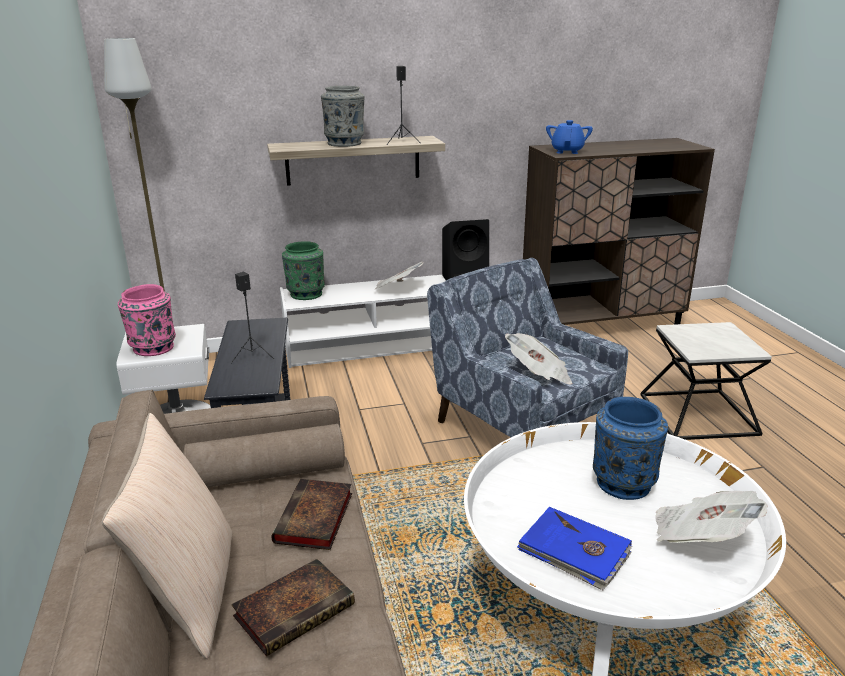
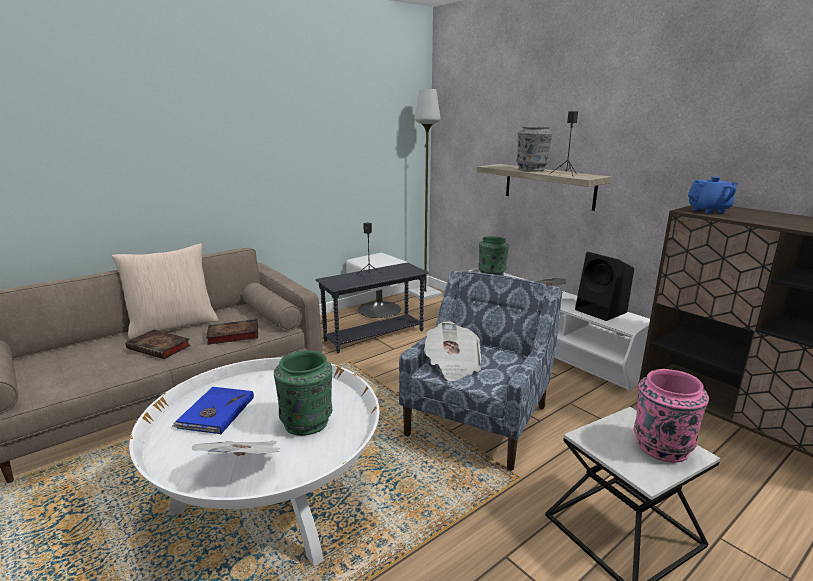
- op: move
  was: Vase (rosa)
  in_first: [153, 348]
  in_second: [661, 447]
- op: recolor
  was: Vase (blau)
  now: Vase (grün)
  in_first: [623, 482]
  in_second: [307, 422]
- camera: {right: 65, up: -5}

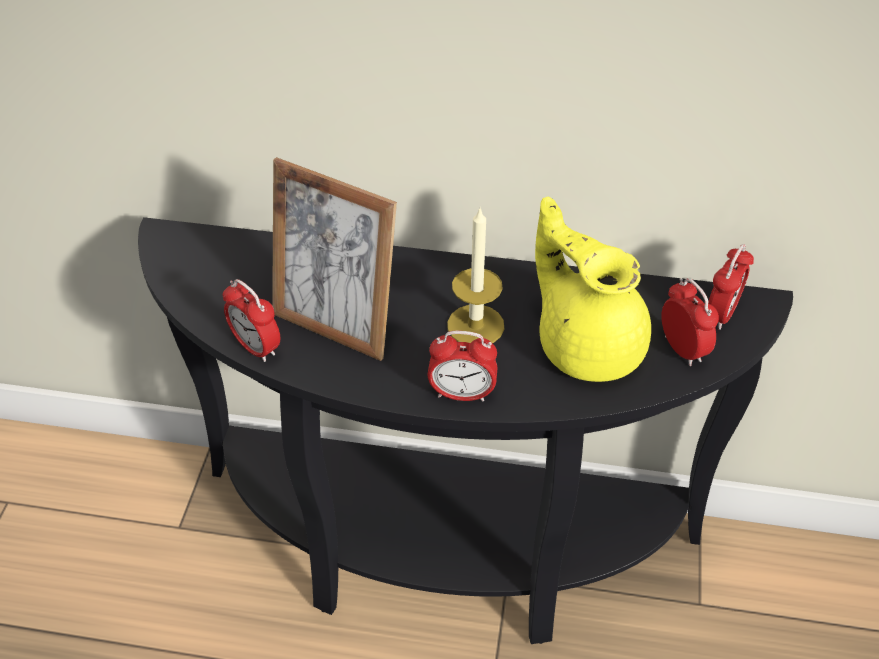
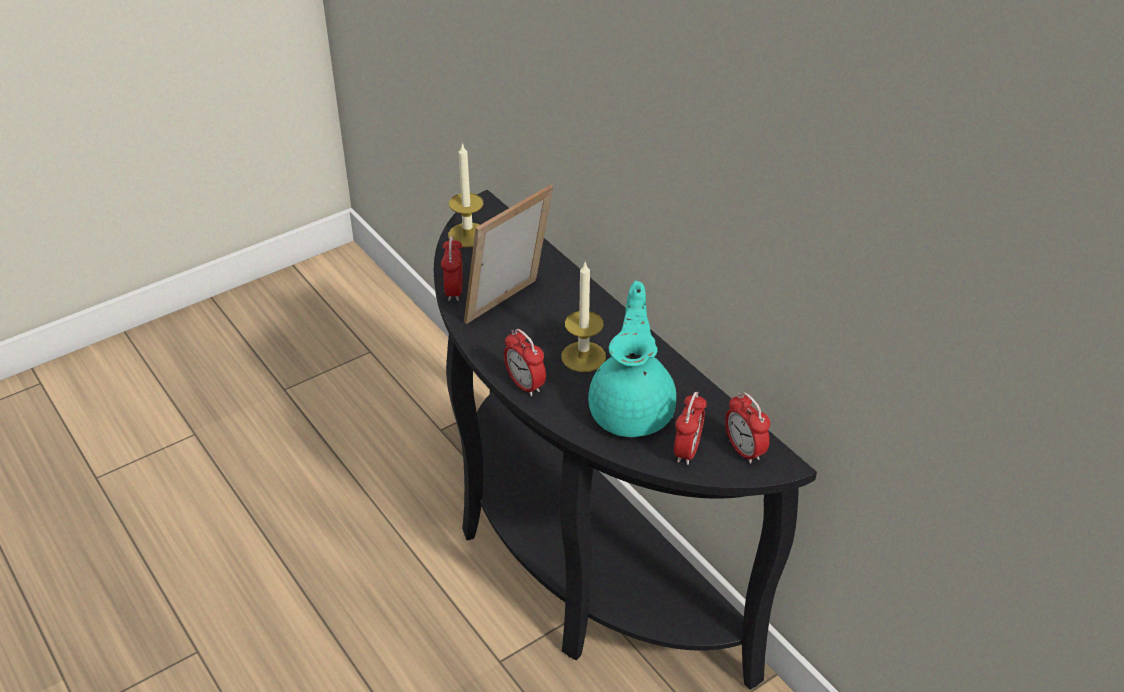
- op: insert
  now: Kerze
  in_second: [468, 235]
- op: recolor
  was: Teekanne (gelb)
  now: Teekanne (türkis)
  in_first: [587, 345]
  in_second: [633, 409]
- op: rotate
  was: Bilderrahmen
  in_first: [336, 325]
  in_second: [509, 307]
  clockwise: 60
- op: rotate
  was: Wecker
  in_first: [721, 314]
  in_second: [744, 450]
  clockwise: 75
- camera: {right: 45, up: -5}

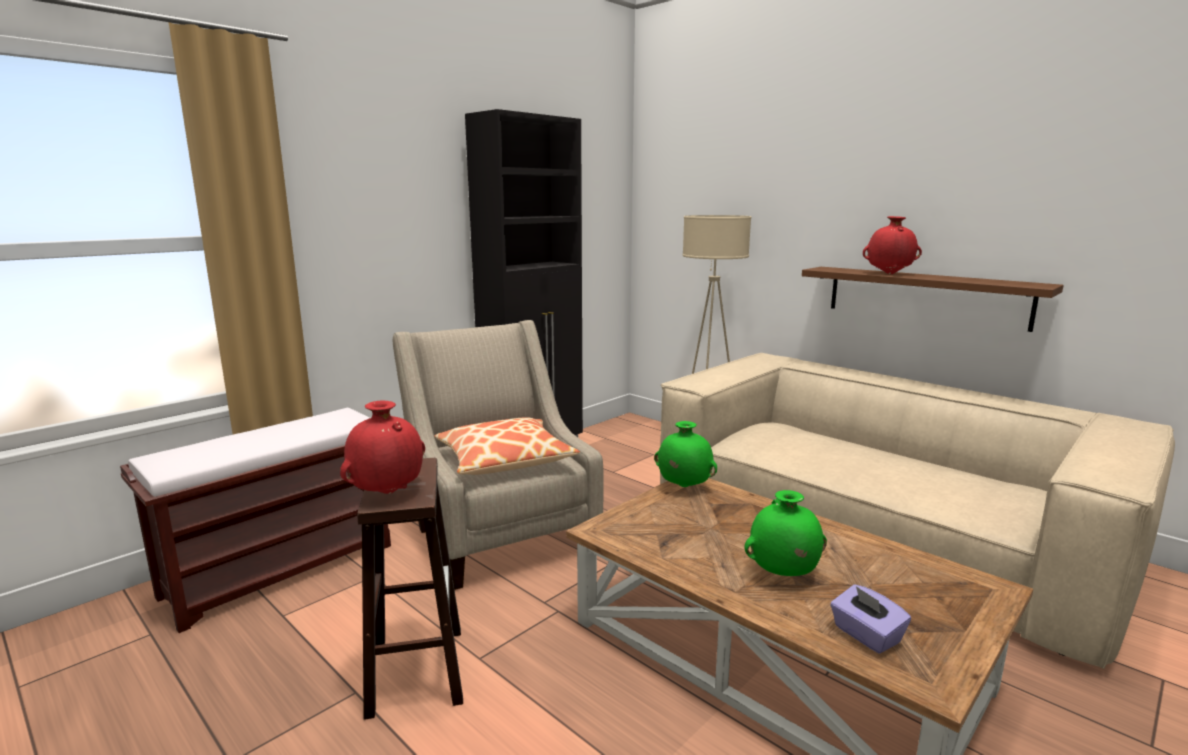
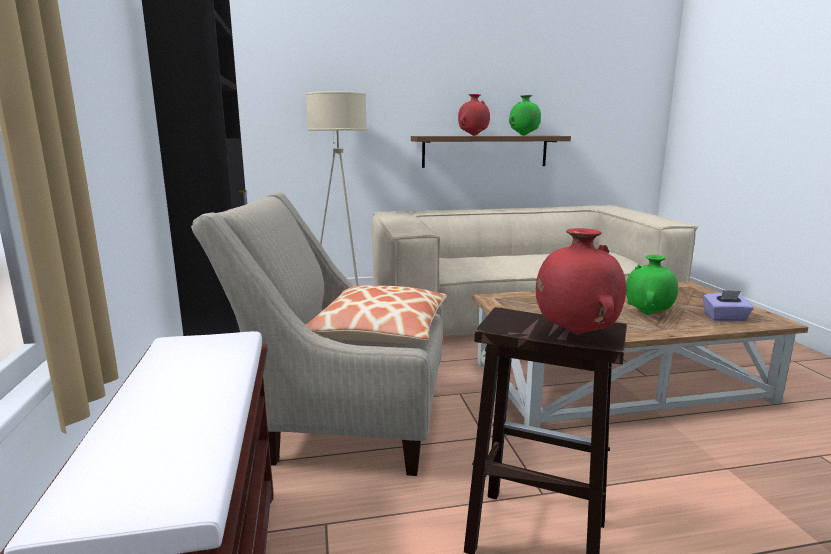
- op: move
  was: Vase (grün)
  in_first: [683, 486]
  in_second: [524, 135]
- camera: {right: -55, up: 0}

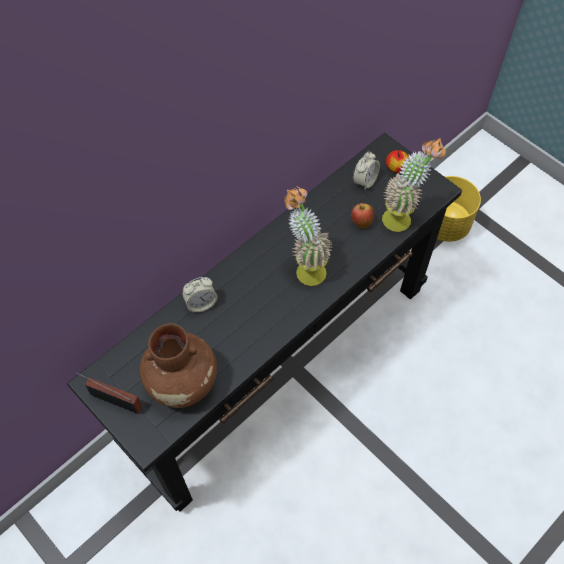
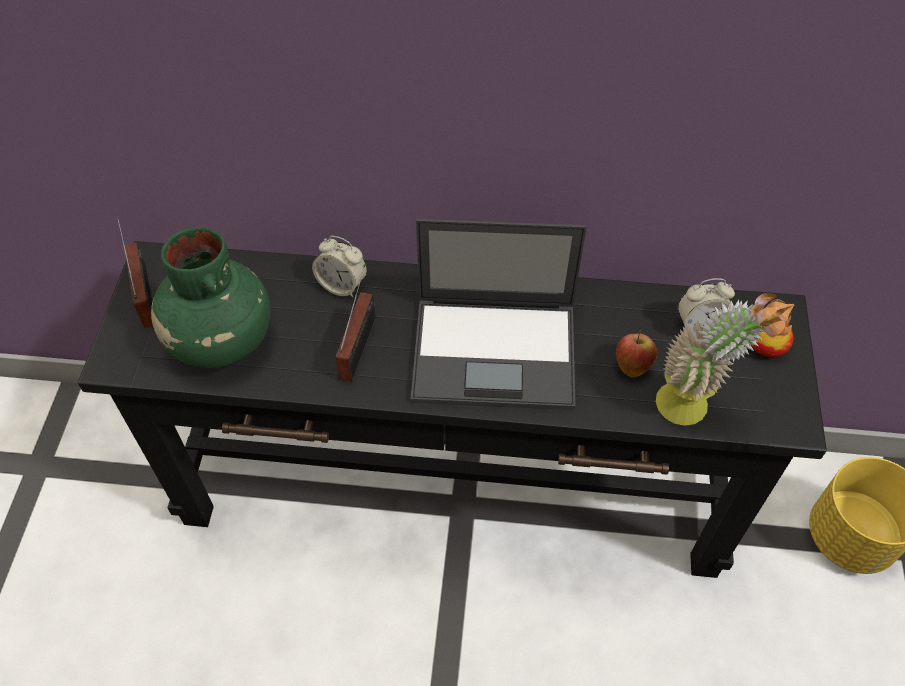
- op: insert
  now: Radio
  in_second: [360, 345]
- op: replace
  was: Topfpflanze
  now: Laptop
  in_first: [305, 268]
  in_second: [496, 352]
- op: recolor
  was: Vase (braun)
  now: Vase (grün)
  in_first: [183, 382]
  in_second: [221, 341]
- camera: {right: 50, up: -5}

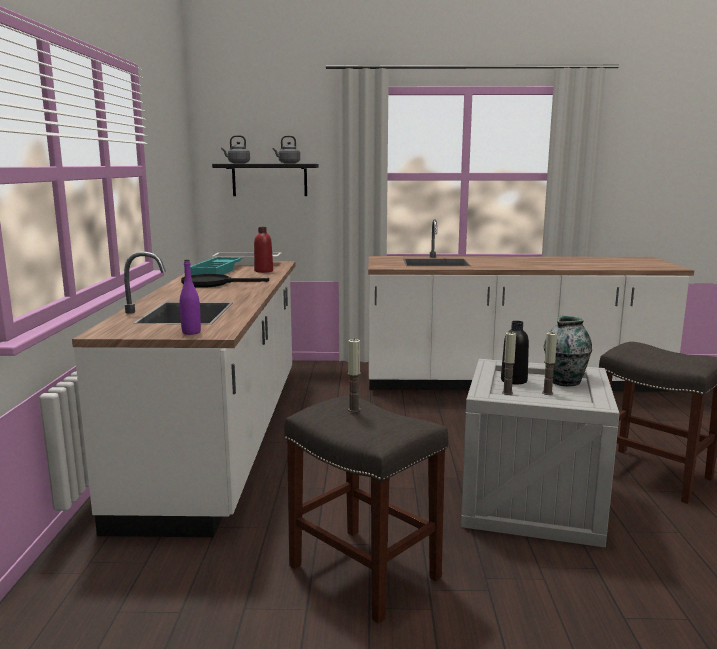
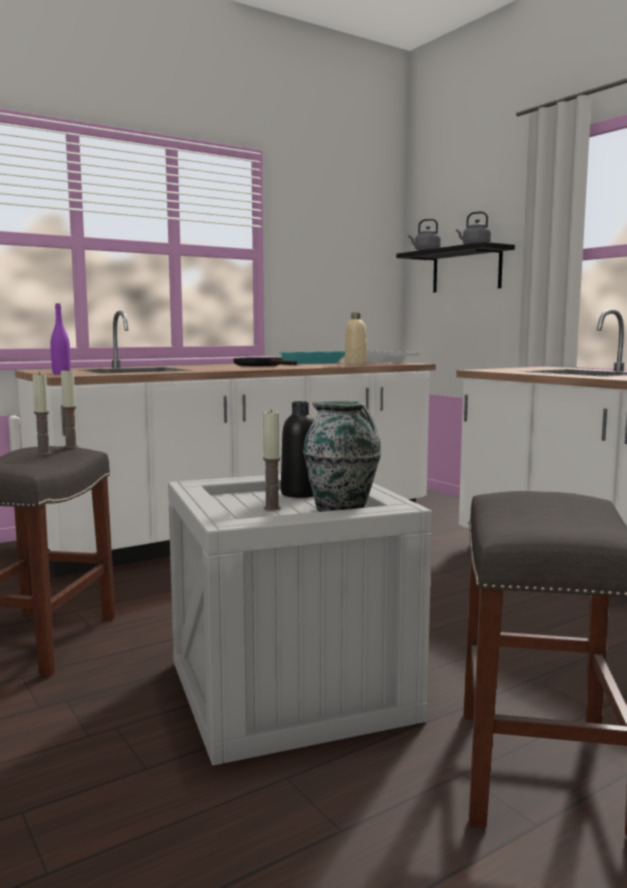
- op: move
  was: Kerze
  in_first: [507, 393]
  in_second: [71, 446]
- op: recolor
  was: Flasche (rot)
  now: Flasche (beige)
  in_first: [263, 271]
  in_second: [355, 364]
- camera: {right: 55, up: -5}

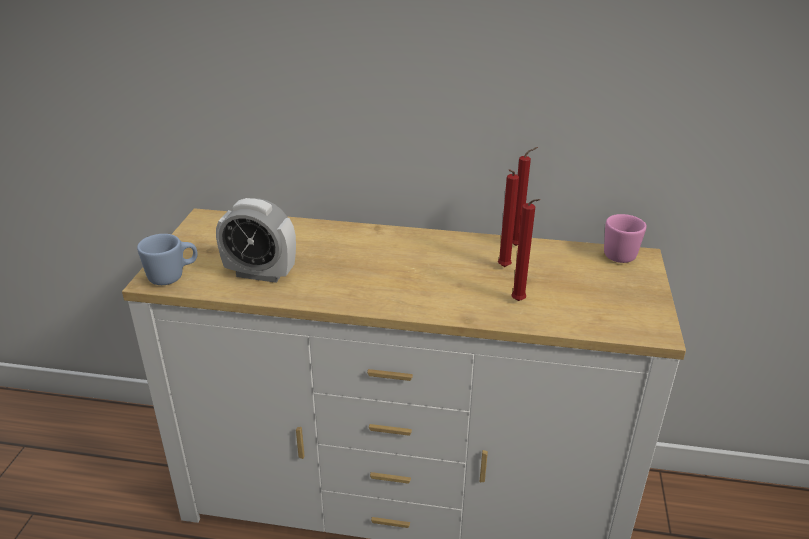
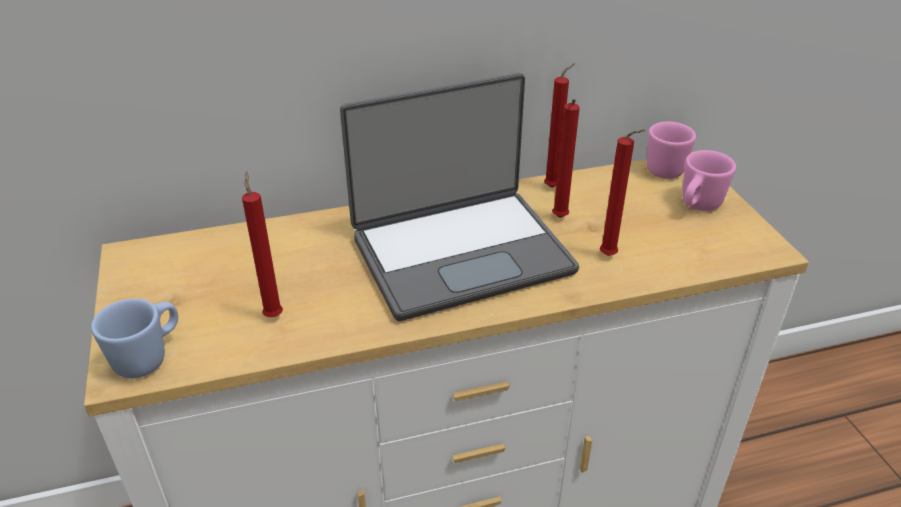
- op: insert
  now: Laptop
  in_second: [460, 252]
- op: insert
  now: Henkelbecher (rosa)
  in_second: [697, 206]
- op: replace
  was: Wecker
  now: Kerze (rot)
  in_first: [260, 274]
  in_second: [273, 314]
- camera: {right: -25, up: 5}

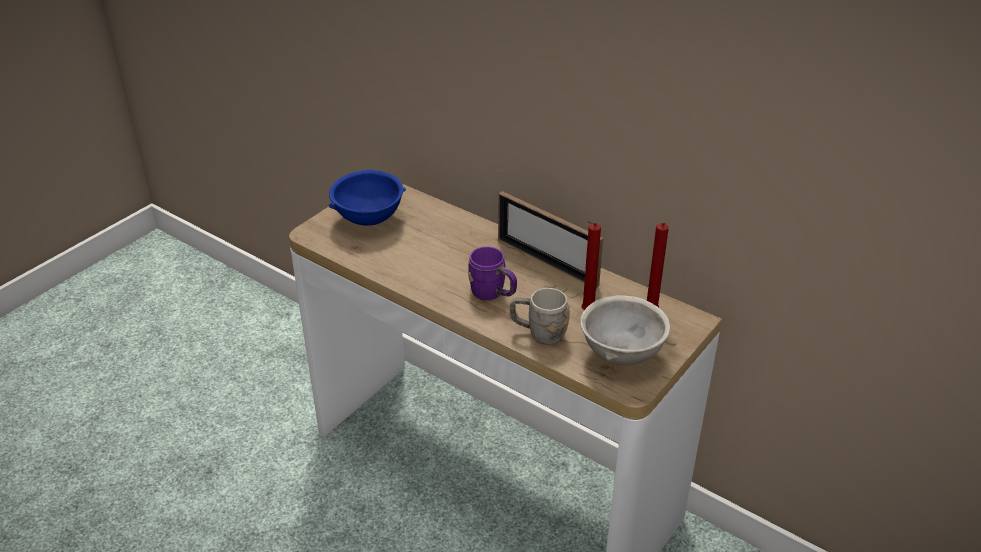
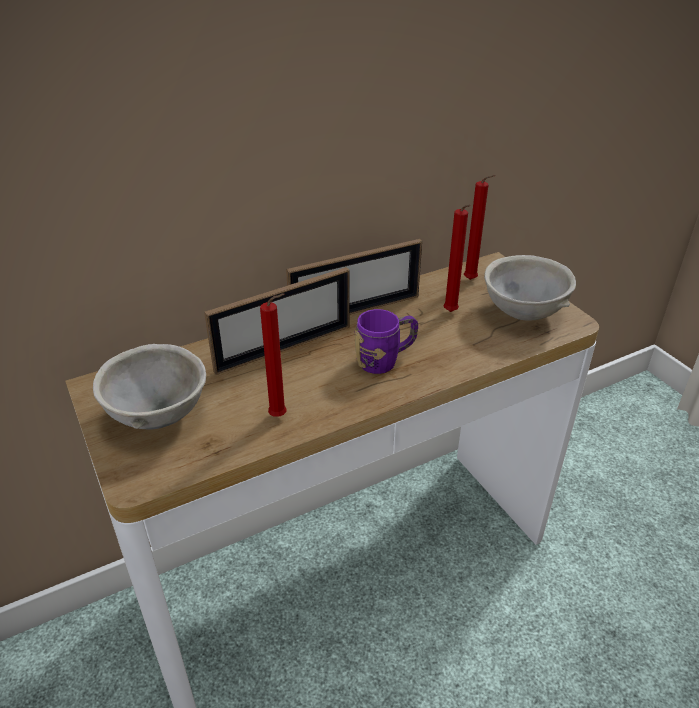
- op: delete
  was: Henkelbecher (grau)
  in_first: [538, 333]
- op: insert
  now: Bilderrahmen
  in_second: [284, 348]
- op: insert
  now: Kerze (rot)
  in_second: [280, 416]
- op: recolor
  was: Schüssel (blau)
  now: Schüssel (grau)
  in_first: [369, 220]
  in_second: [160, 415]
- camera: {right: -65, up: 0}

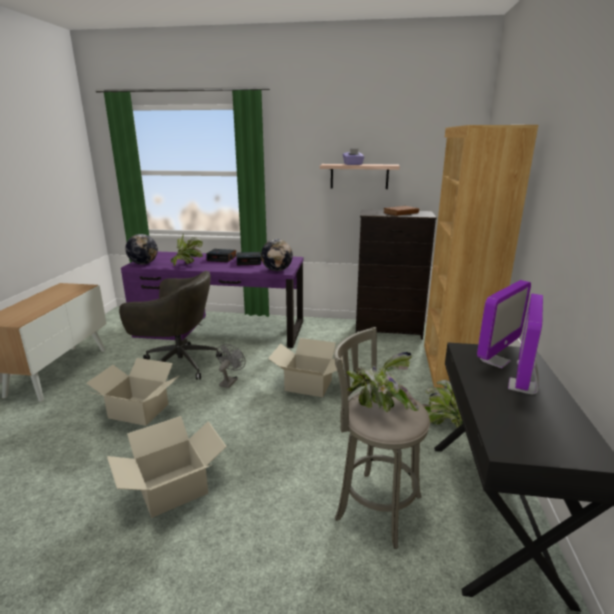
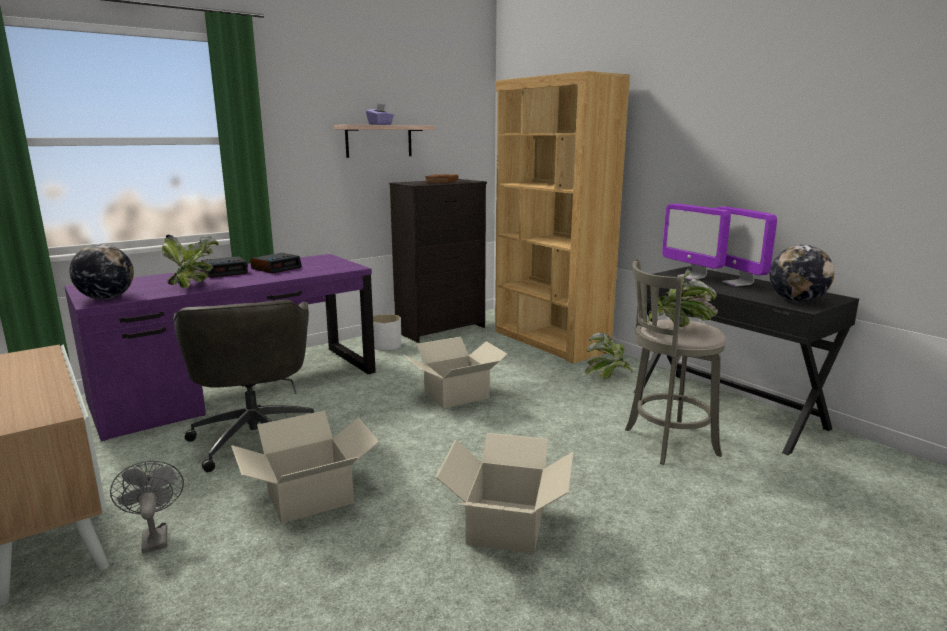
- op: insert
  now: Pflanzkübel (weiß)
  in_second: [386, 345]
- op: move
  was: Ventilator (grau)
  in_first: [230, 381]
  in_second: [154, 536]
- op: move
  was: Globus
  in_first: [277, 270]
  in_second: [796, 301]
- op: rotate
  was: Bürostuhl (grau)
  in_first: [178, 363]
  in_second: [255, 437]
  clockwise: 105
- op: rotate
  was: Monitor
  in_first: [494, 361]
  in_second: [691, 277]
  clockwise: 150
- camera: {right: -45, up: -5}

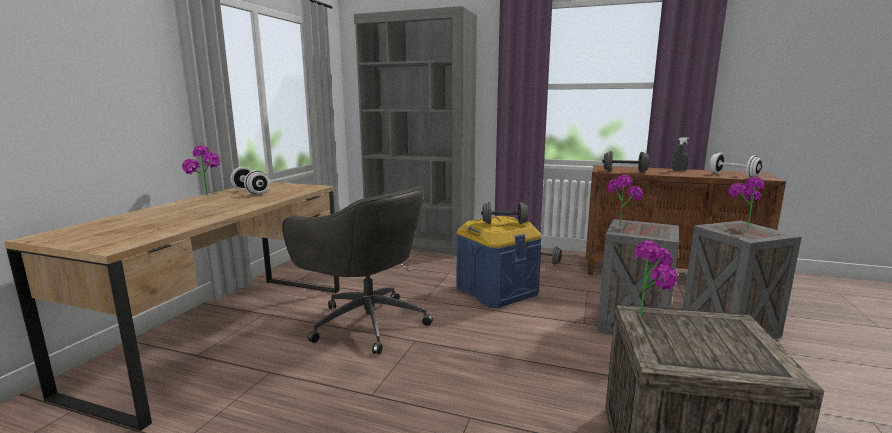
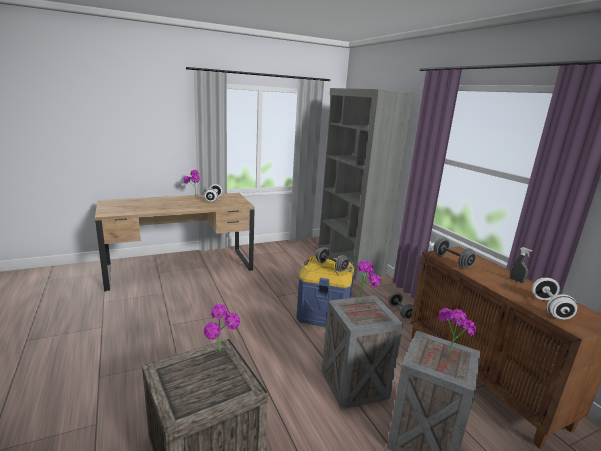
- op: delete
  was: Bürostuhl (grau)
  in_first: [366, 322]
- camera: {right: 45, up: 5}

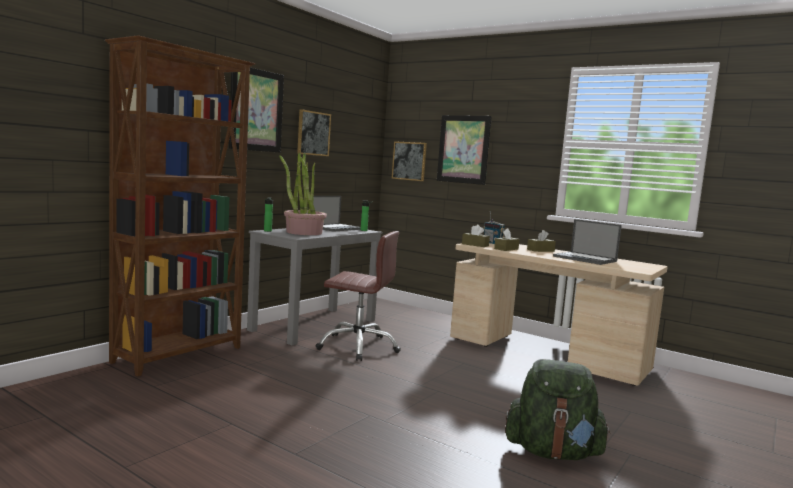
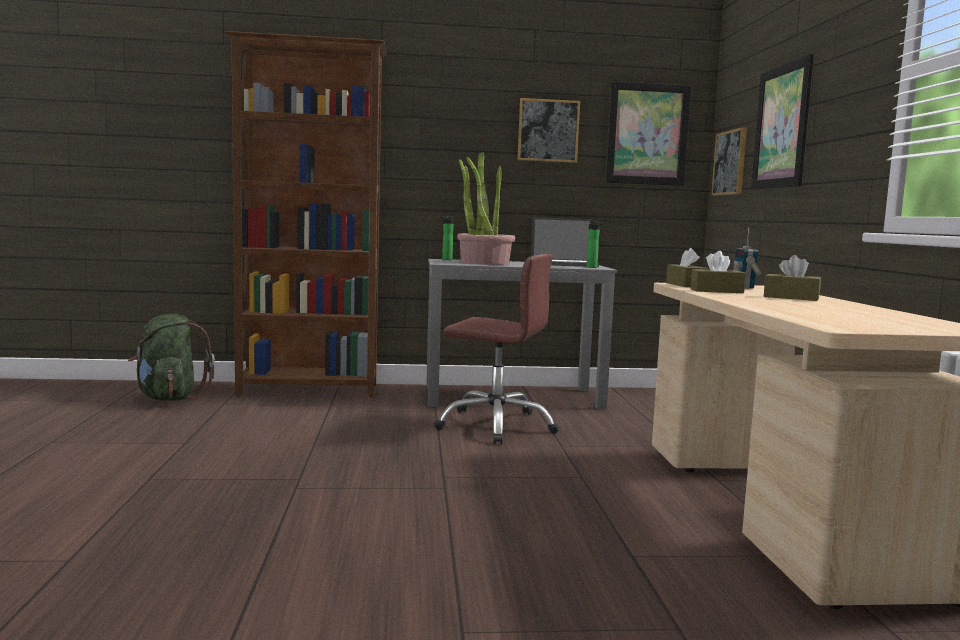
- op: delete
  was: Laptop
  in_first: [585, 259]
- op: move
  was: Bild
  in_first: [256, 110]
  in_second: [647, 134]
- op: move
  was: Rucksack (grün)
  in_first: [553, 452]
  in_second: [169, 398]
- op: rotate
  was: Bürostuhl (braun)
  in_first: [358, 346]
  in_second: [496, 425]
  clockwise: -45
- camera: {right: 50, up: 0}

